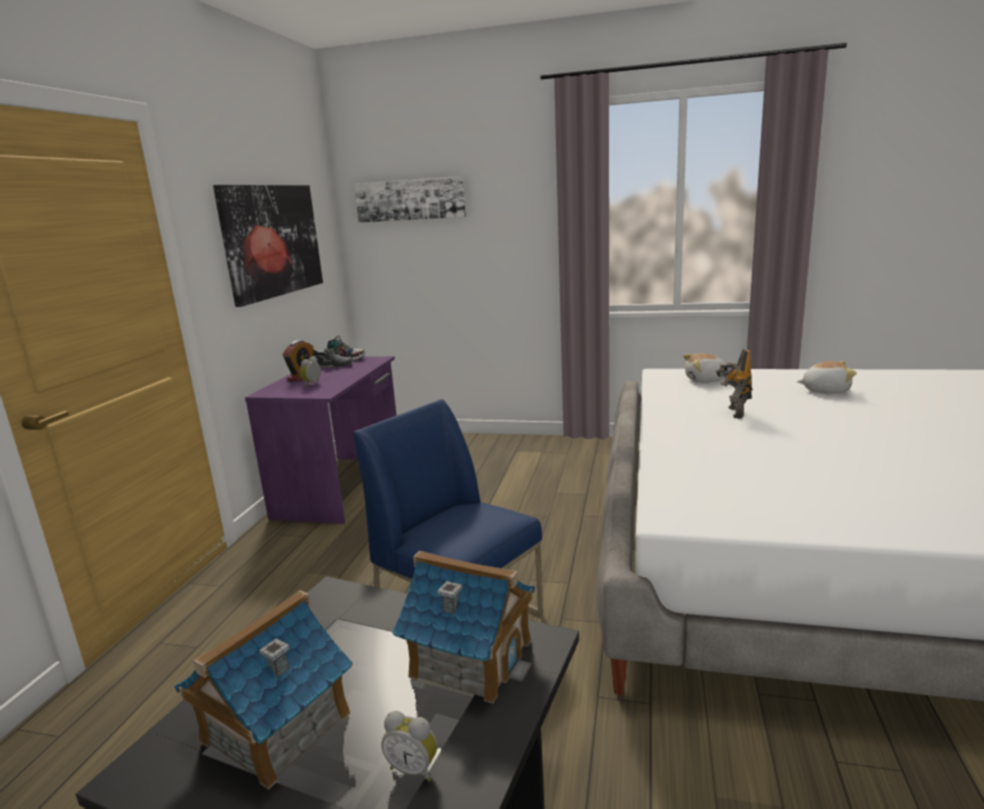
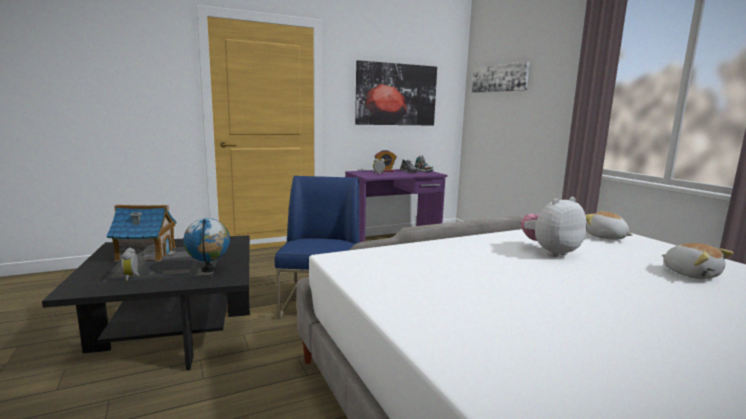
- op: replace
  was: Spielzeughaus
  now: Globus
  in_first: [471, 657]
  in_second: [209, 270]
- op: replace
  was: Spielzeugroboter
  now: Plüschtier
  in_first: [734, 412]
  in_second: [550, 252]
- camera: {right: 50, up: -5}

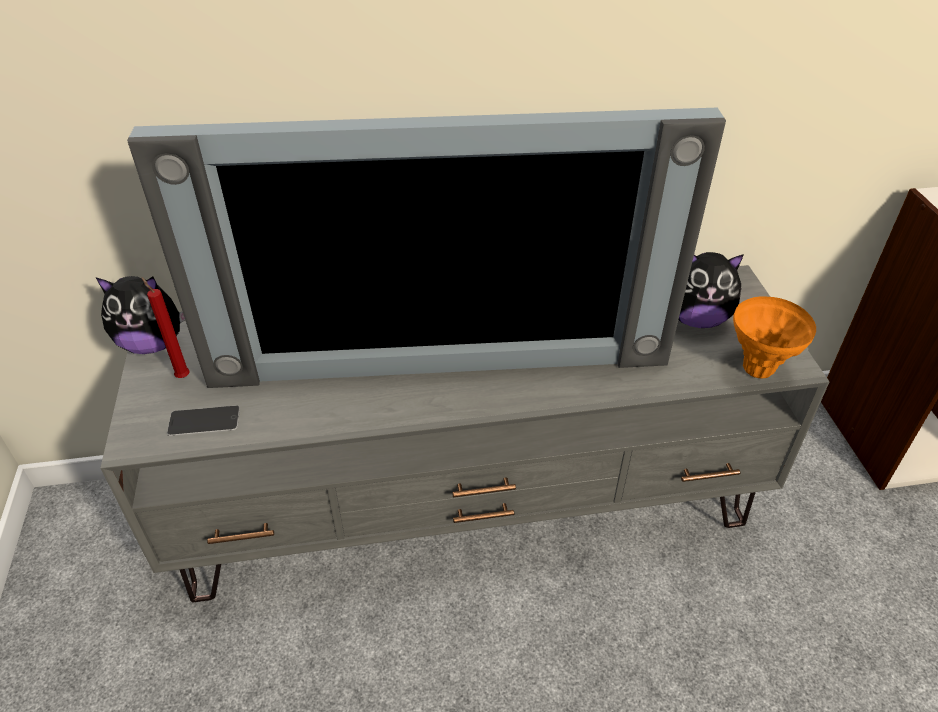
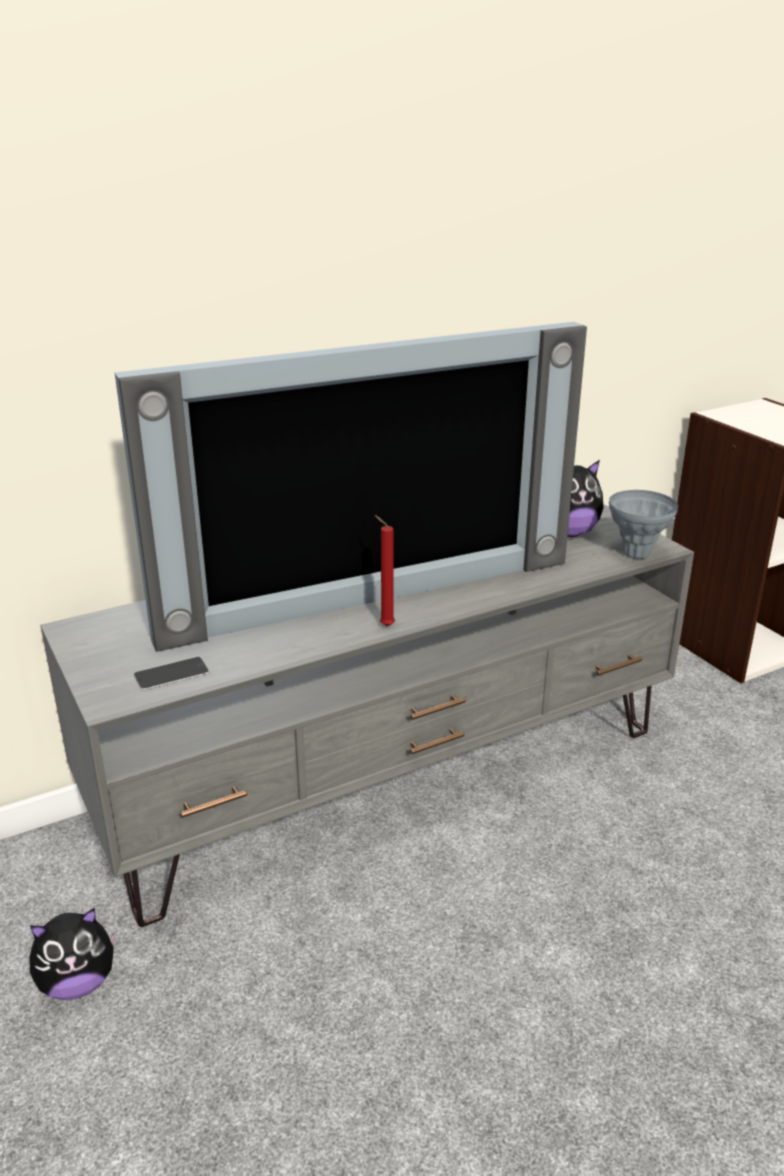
- op: move
  was: Plüschtier
  in_first: [153, 344]
  in_second: [78, 983]
- op: move
  was: Kerze (rot)
  in_first: [182, 376]
  in_second: [385, 625]
- op: recolor
  was: Vase (orange)
  now: Vase (grau)
  in_first: [758, 369]
  in_second: [636, 554]
- camera: {right: -20, up: -15}

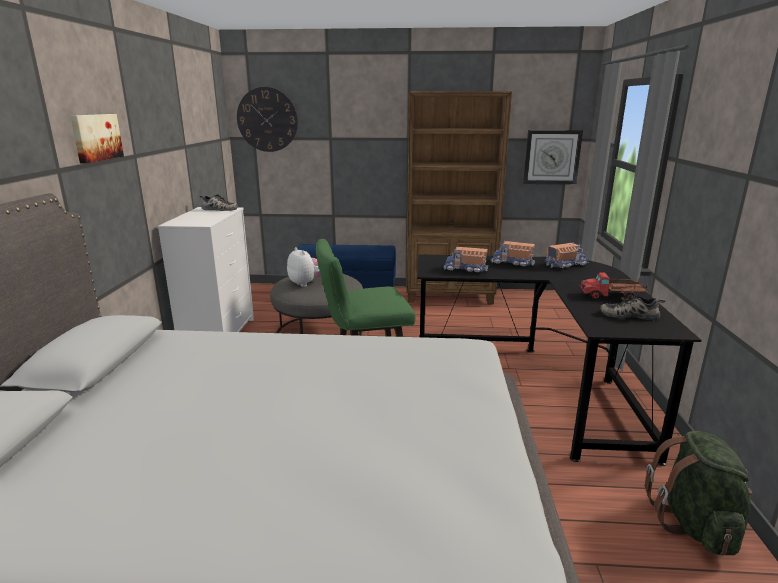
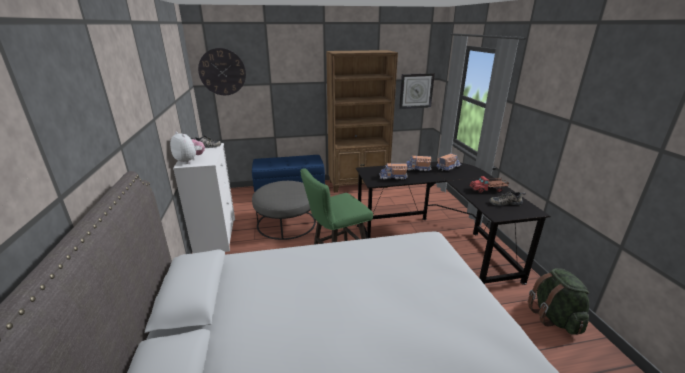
- op: delete
  was: Bild
  in_first: [96, 137]
- op: move
  was: Plüschtier
  in_first: [306, 283]
  in_second: [189, 160]
- camera: {right: -15, up: 5}

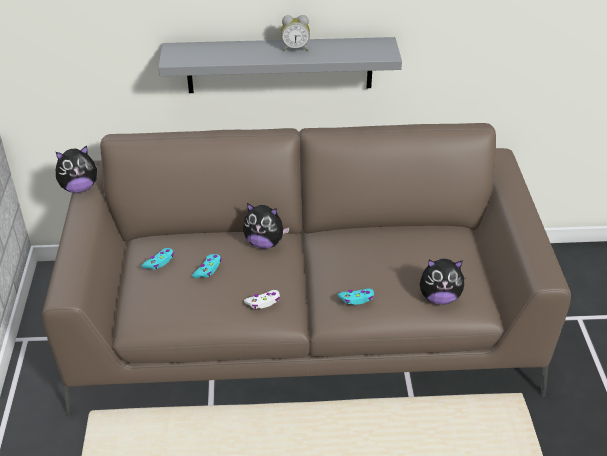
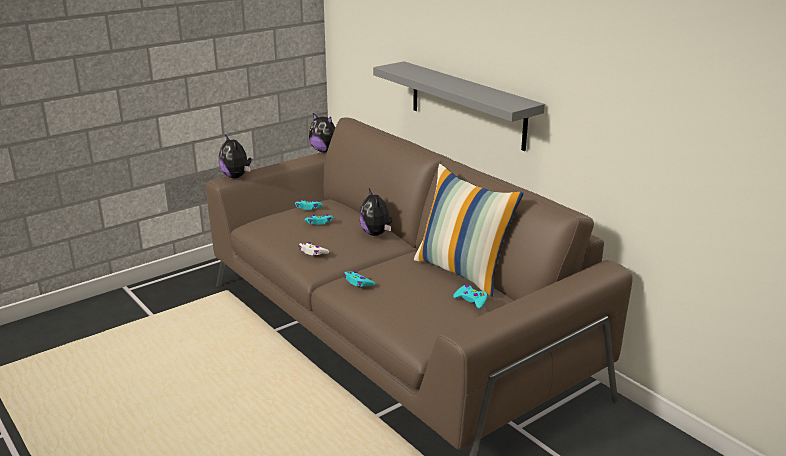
- op: delete
  was: Wecker
  in_first: [295, 48]
- op: insert
  now: Kissen
  in_second: [463, 272]
- op: insert
  now: Gamepad (türkis)
  in_second: [471, 300]
- op: move
  was: Plüschtier
  in_first: [439, 297]
  in_second: [236, 176]
- camera: {right: 55, up: -15}

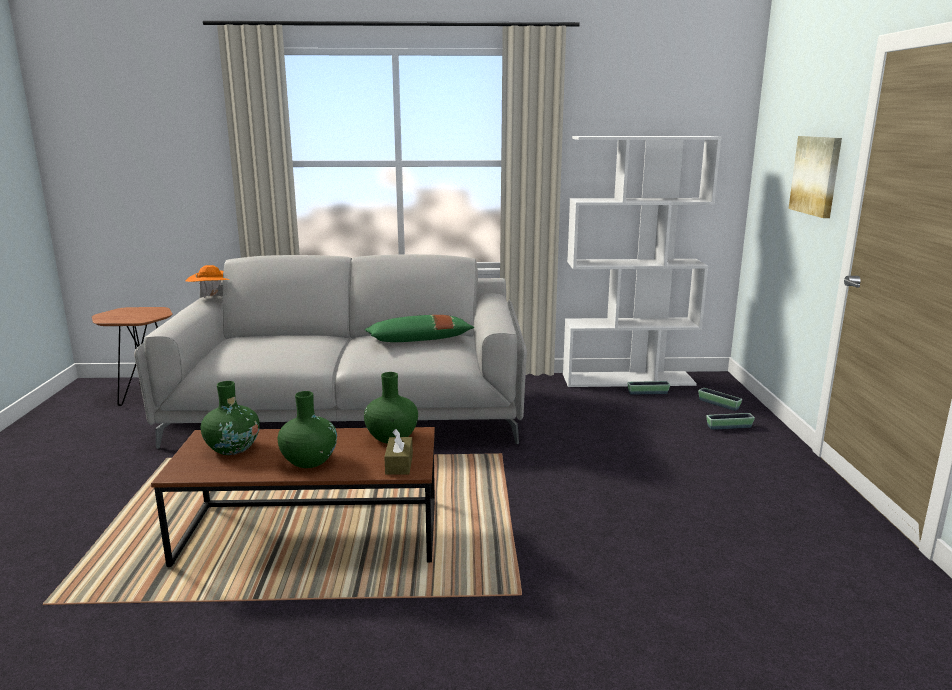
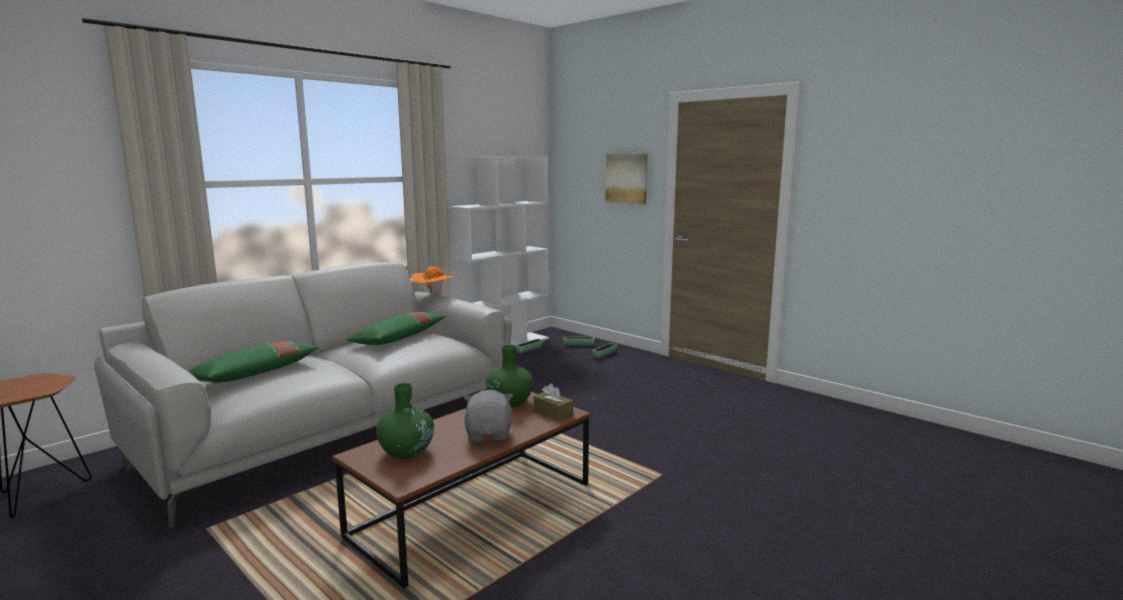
- op: insert
  now: Kissen (grün)
  in_second: [256, 373]
- op: move
  was: Hut (orange)
  in_first: [212, 296]
  in_second: [434, 294]
- op: replace
  was: Vase (grün)
  now: Plüschtier (grau)
  in_first: [309, 461]
  in_second: [489, 435]
- camera: {right: -45, up: -5}

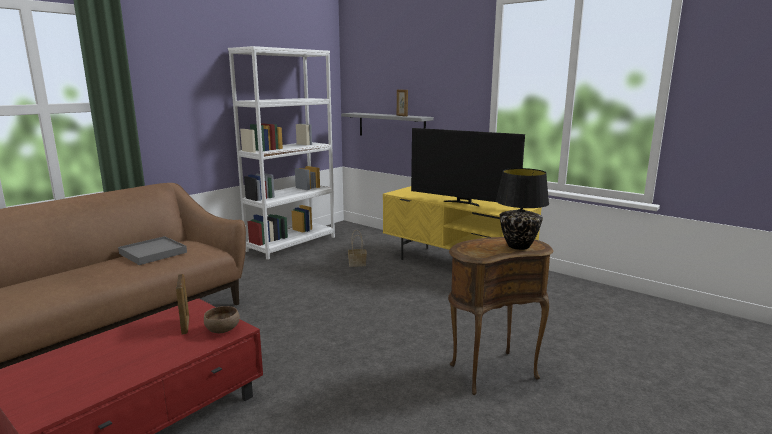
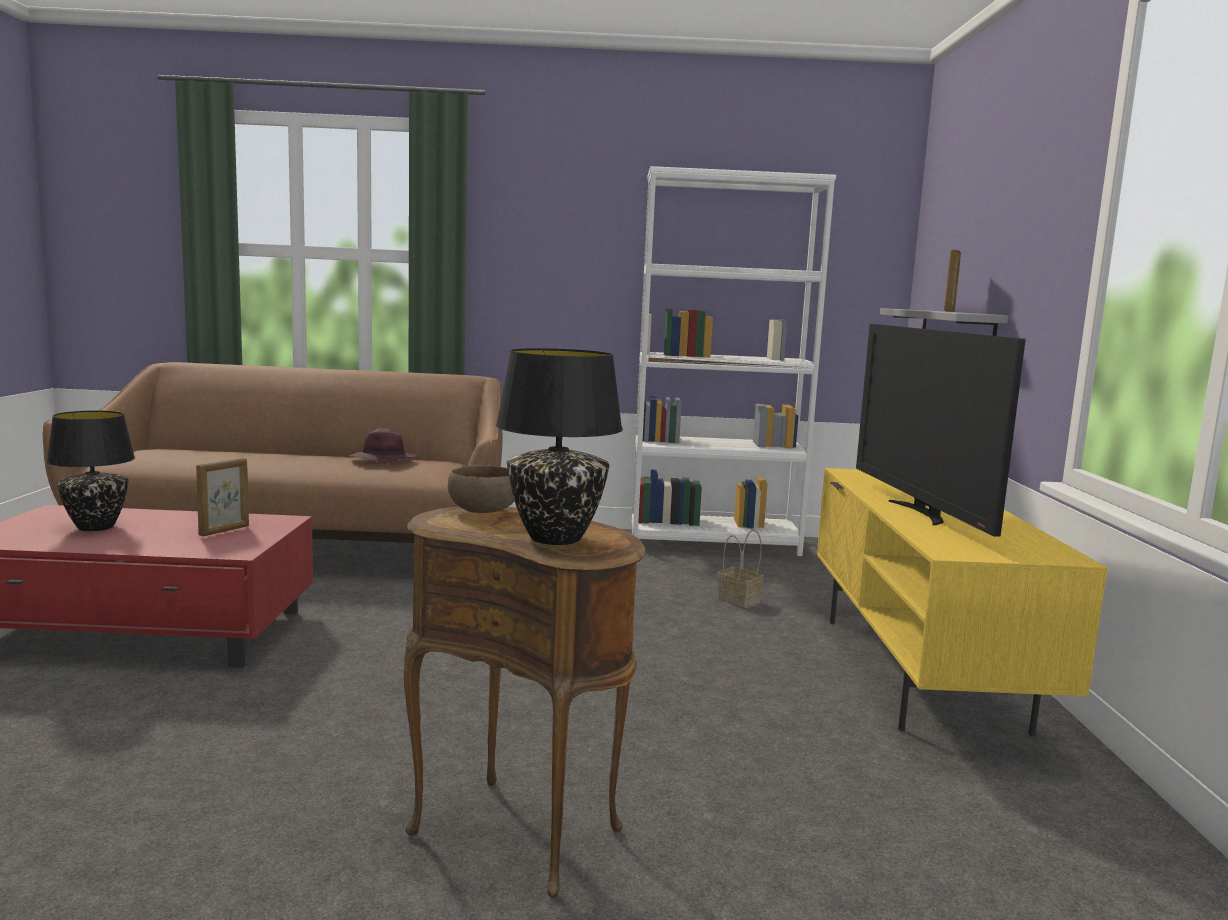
- op: insert
  now: Tischlampe (schwarz)
  in_second: [96, 527]
- op: move
  was: Schüssel (braun)
  in_first: [222, 330]
  in_second: [484, 511]
- op: replace
  was: Tablett (grau)
  now: Hut (lila)
  in_first: [153, 253]
  in_second: [382, 460]
- camera: {right: 50, up: -5}

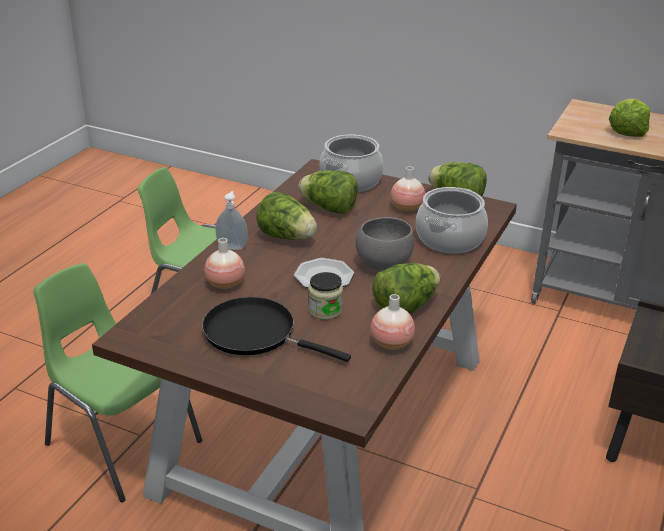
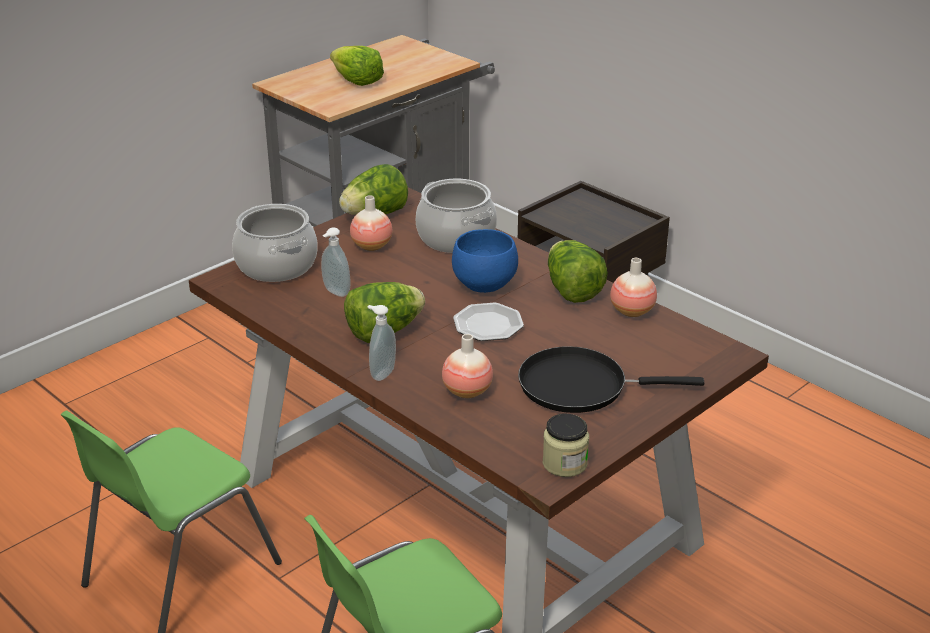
- op: move
  was: Vorratsglas
  in_first: [325, 310]
  in_second: [564, 463]
- op: replace
  was: Salatkopf
  now: Seifenspender
  in_first: [329, 208]
  in_second: [335, 292]
- op: recolor
  was: Schüssel (grau)
  now: Schüssel (blau)
  in_first: [382, 264]
  in_second: [483, 285]
- op: rotate
  was: Pfanne (schwarz)
  in_first: [255, 333]
  in_second: [580, 386]
  clockwise: 45
- camera: {right: -70, up: 0}

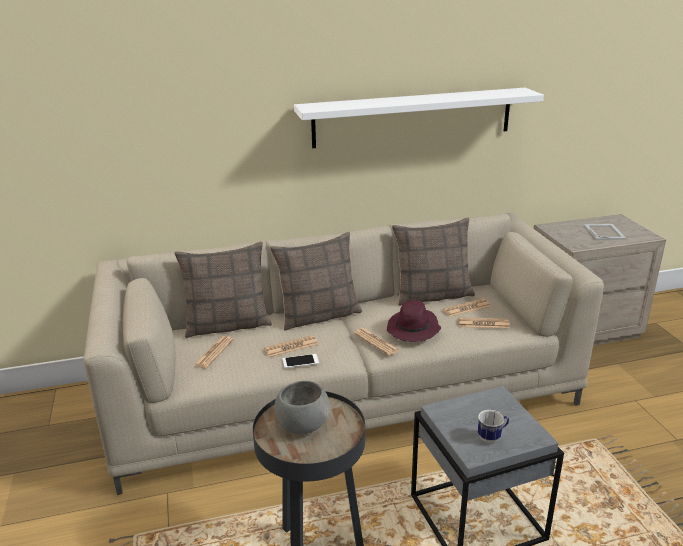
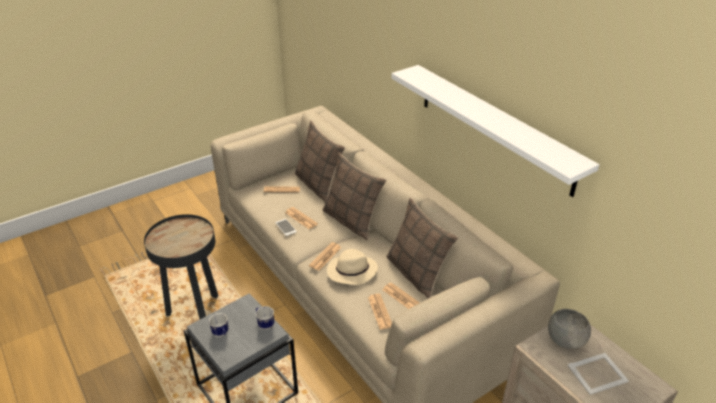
- op: insert
  now: Henkelbecher
  in_second: [264, 324]
- op: move
  was: Schüssel (grau)
  in_first: [302, 425]
  in_second: [565, 340]
- op: recolor
  was: Hut (lila)
  now: Hut (beige)
  in_first: [413, 329]
  in_second: [351, 272]
- camera: {right: 70, up: 10}

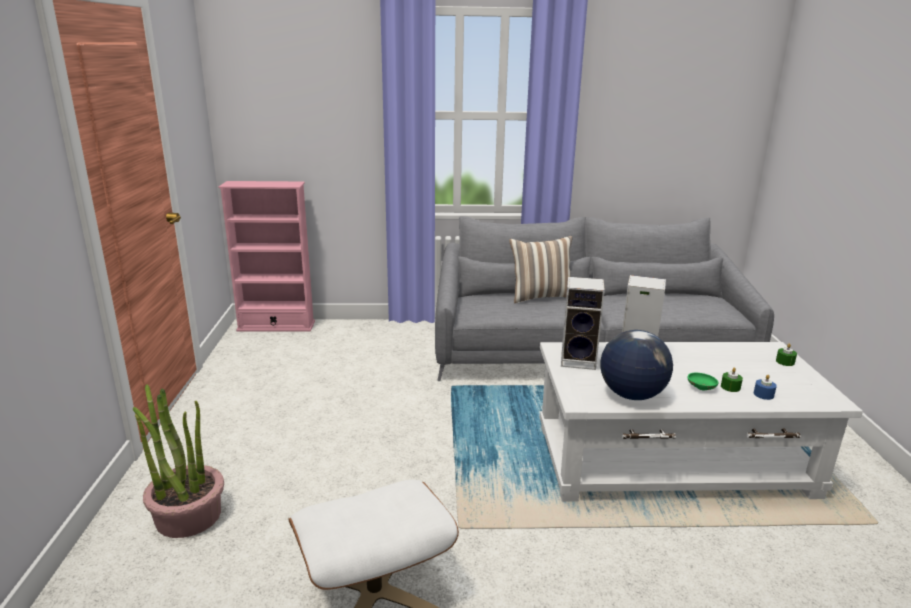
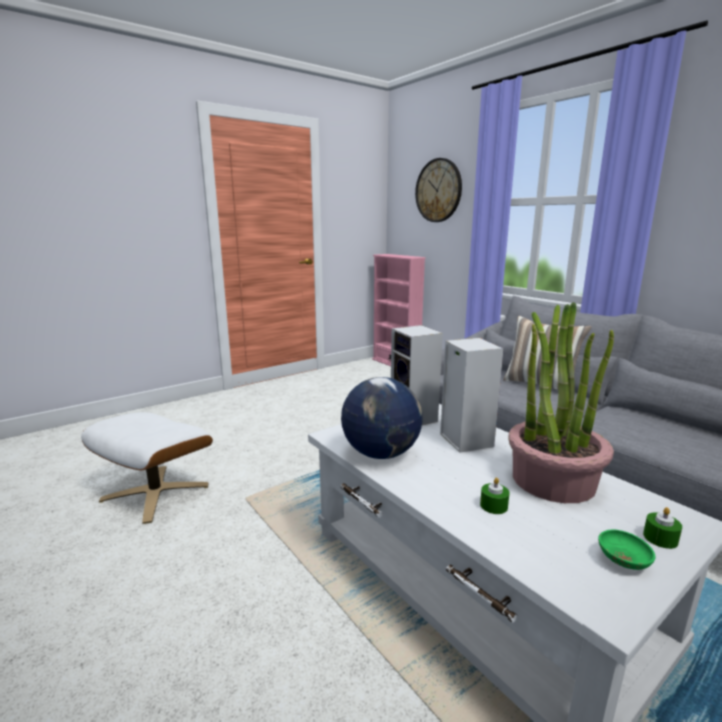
- op: delete
  was: Kerze (blau)
  in_first: [763, 394]
- op: insert
  now: Wanduhr
  in_second: [438, 190]
- op: move
  was: Topfpflanze
  in_first: [188, 515]
  in_second: [552, 479]
- op: move
  was: Schüssel (grün)
  in_first: [701, 388]
  in_second: [623, 560]
- camera: {right: 55, up: -5}

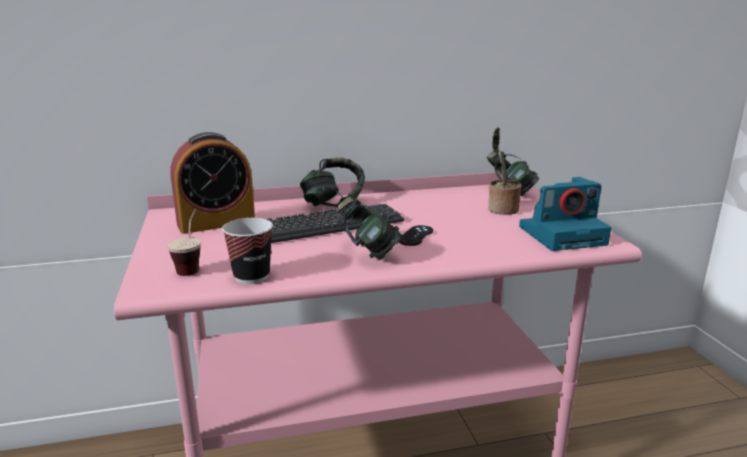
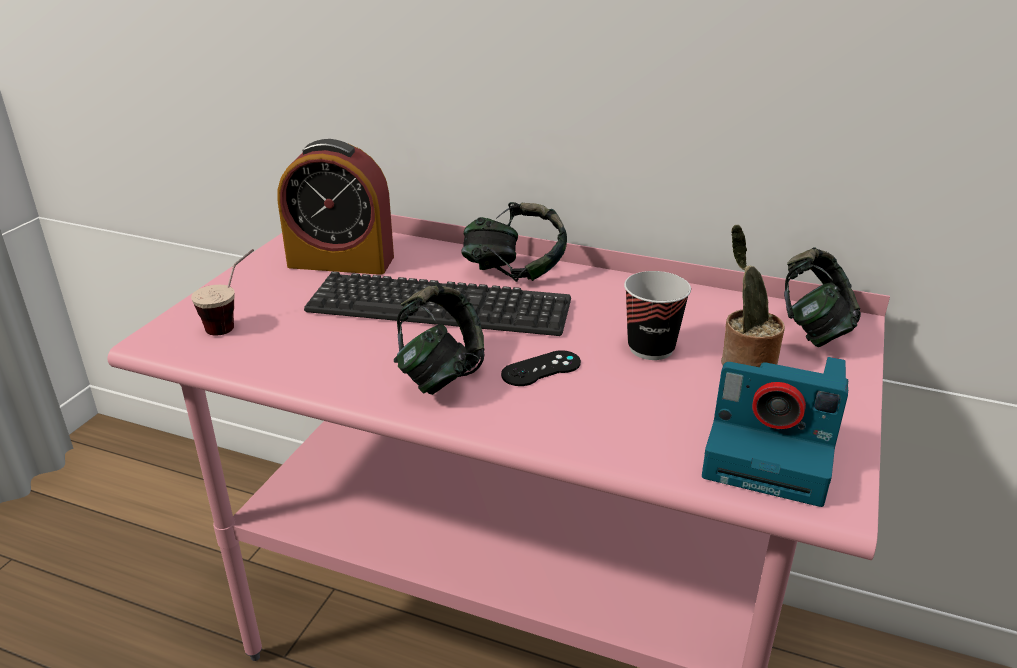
- op: move
  was: Tasse
  in_first: [251, 276]
  in_second: [651, 348]
- camera: {right: 35, up: 10}

